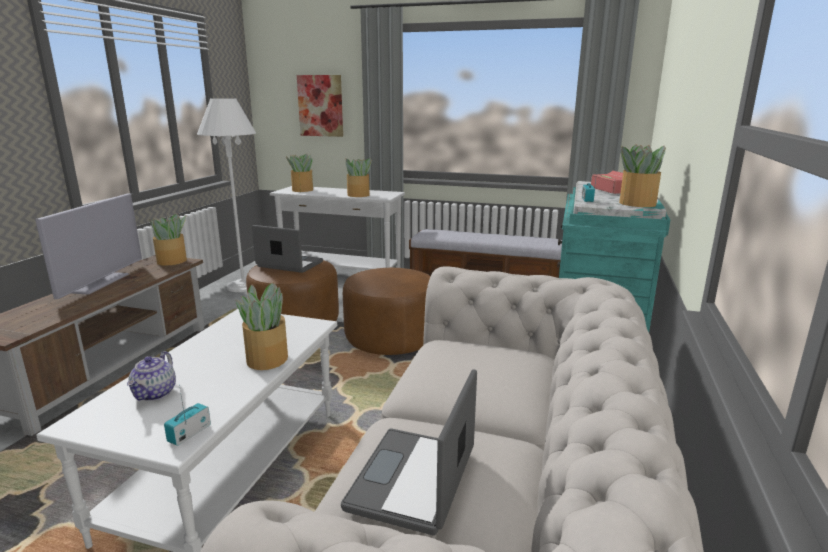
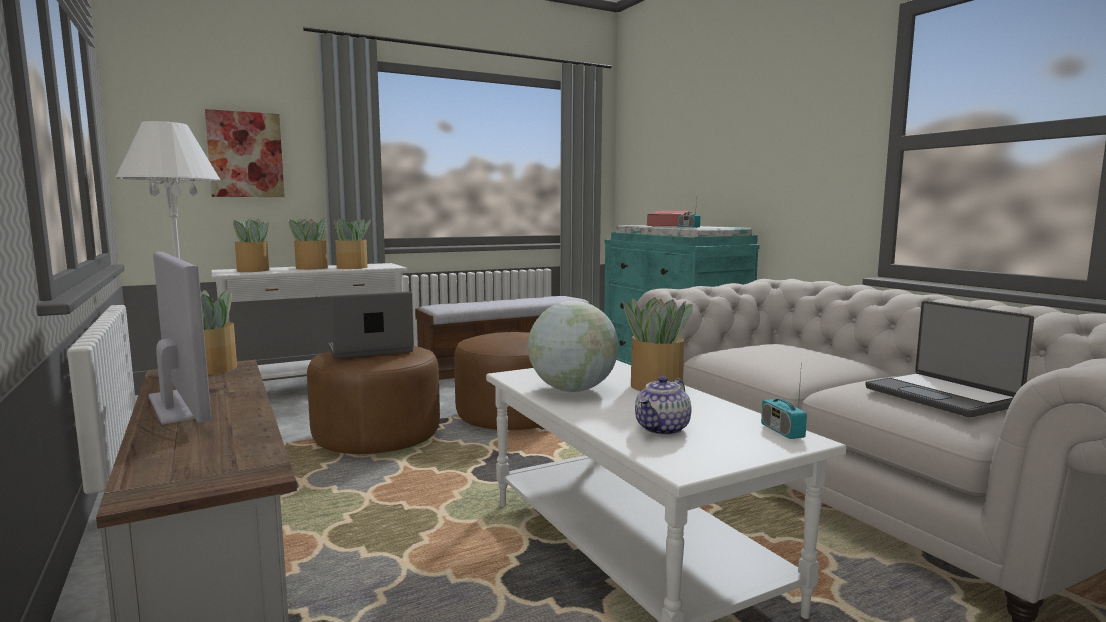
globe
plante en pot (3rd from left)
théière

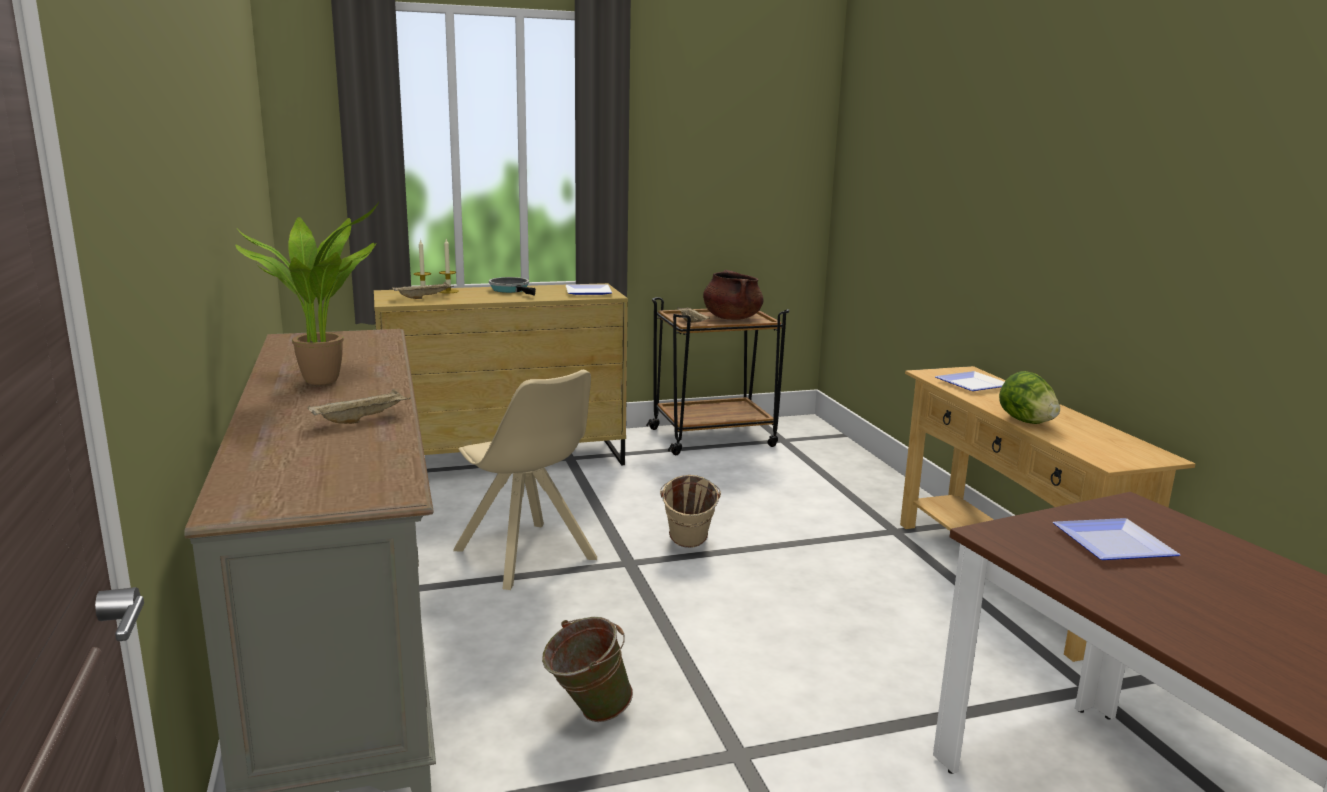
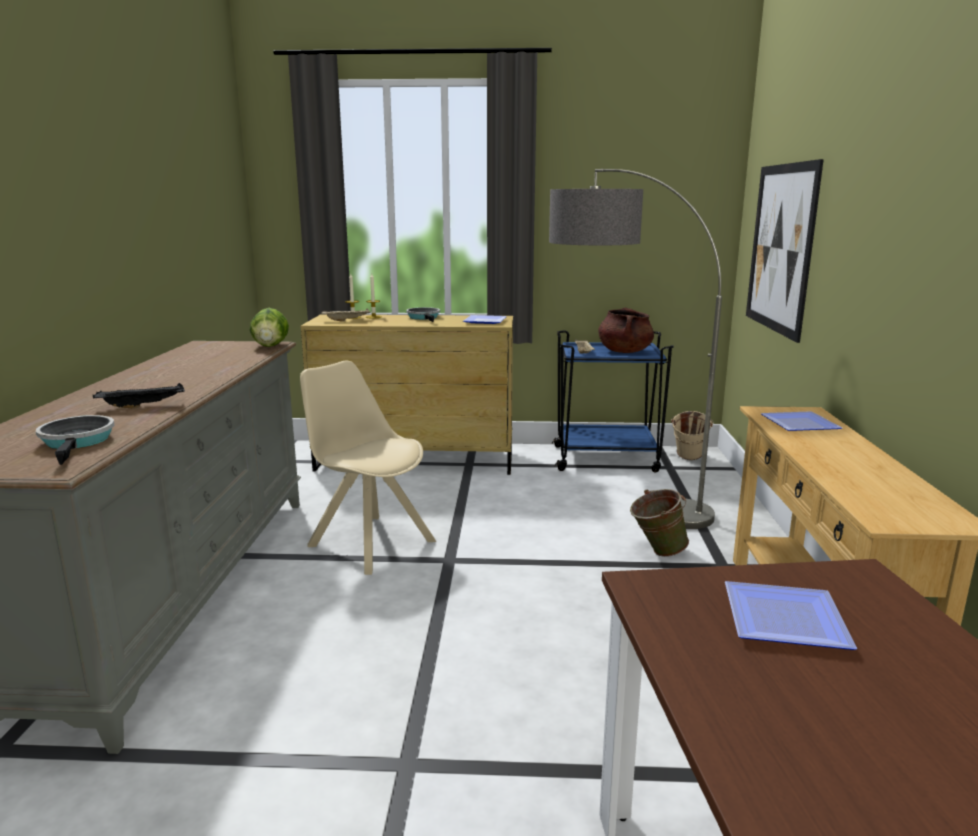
plante en pot
poêle (1st from left)
lampadaire
tableau
seau [vert]
seau [beige]
laitue
plateau [noir]
chariot [bleu]
chaise [beige]

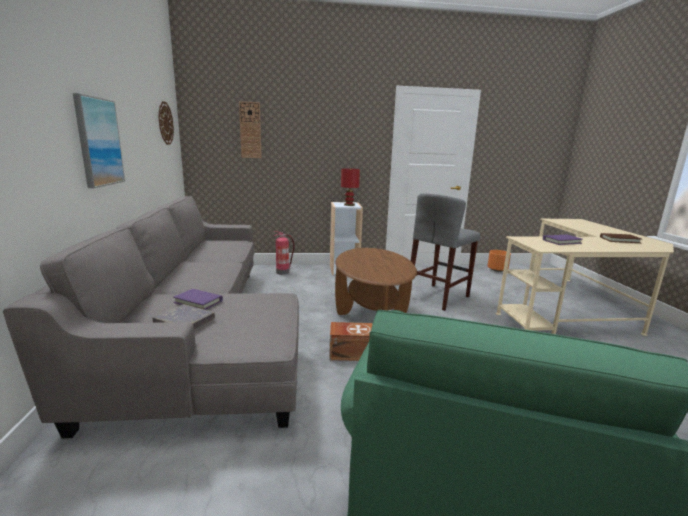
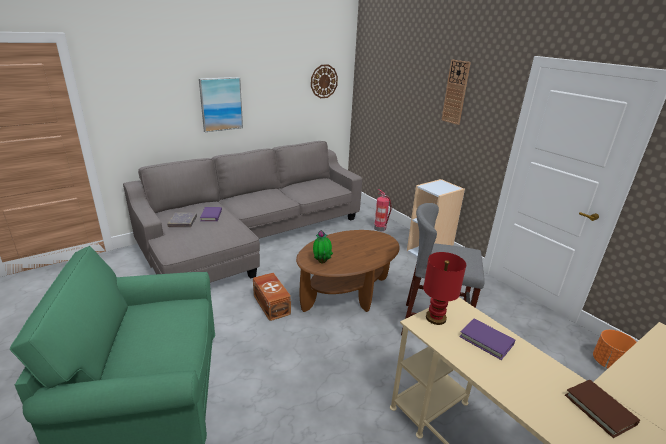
plante en pot
horloge murale (2nd from left)
lampe de table [rouge]

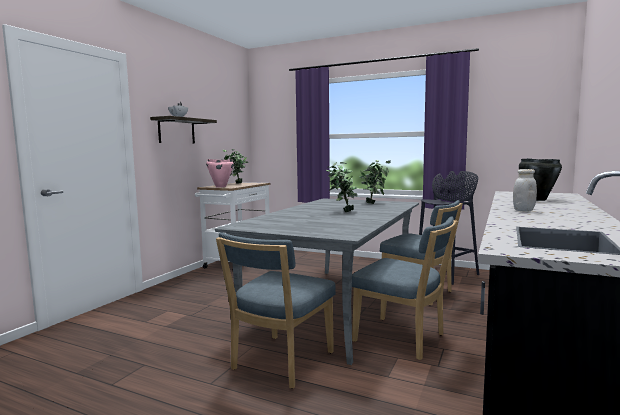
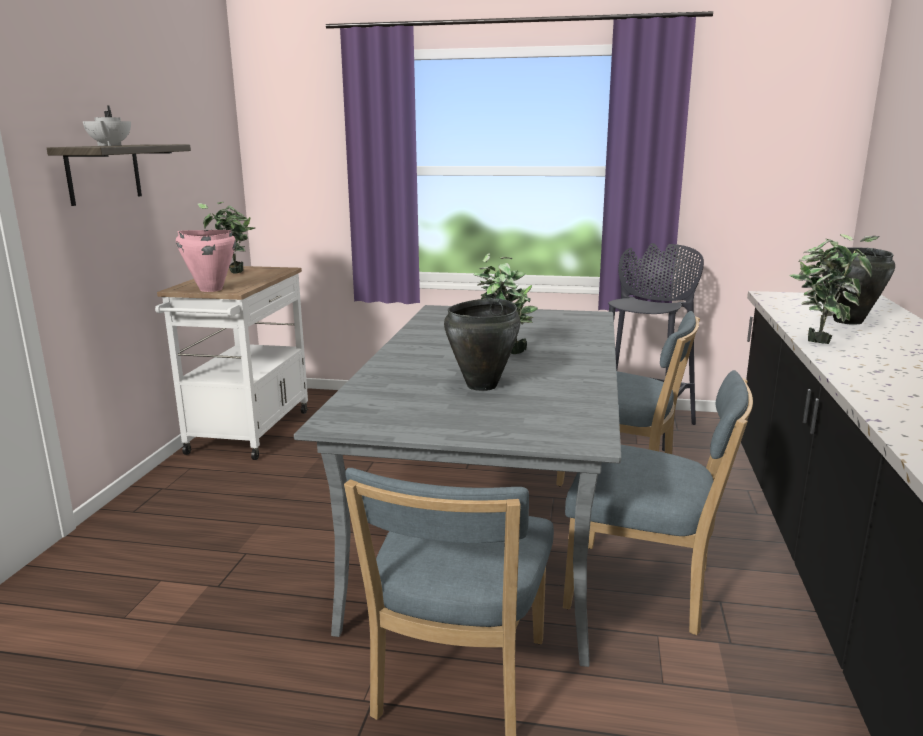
bocal [blanc]
marmite [noir] (1st from left)
plante en pot (3rd from left)

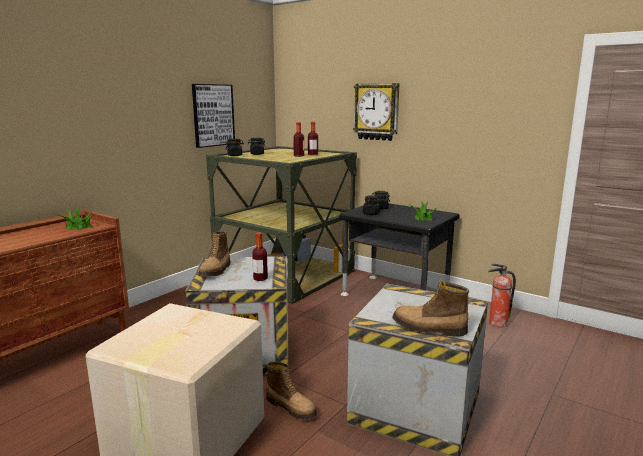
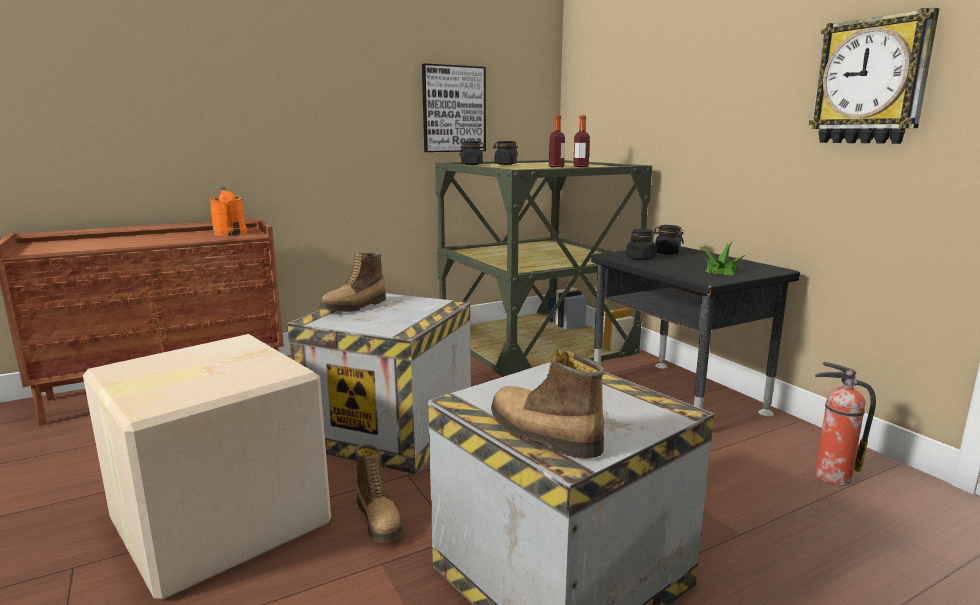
bouteille (1st from left in the first image)
horloge murale
arrosoir [orange]

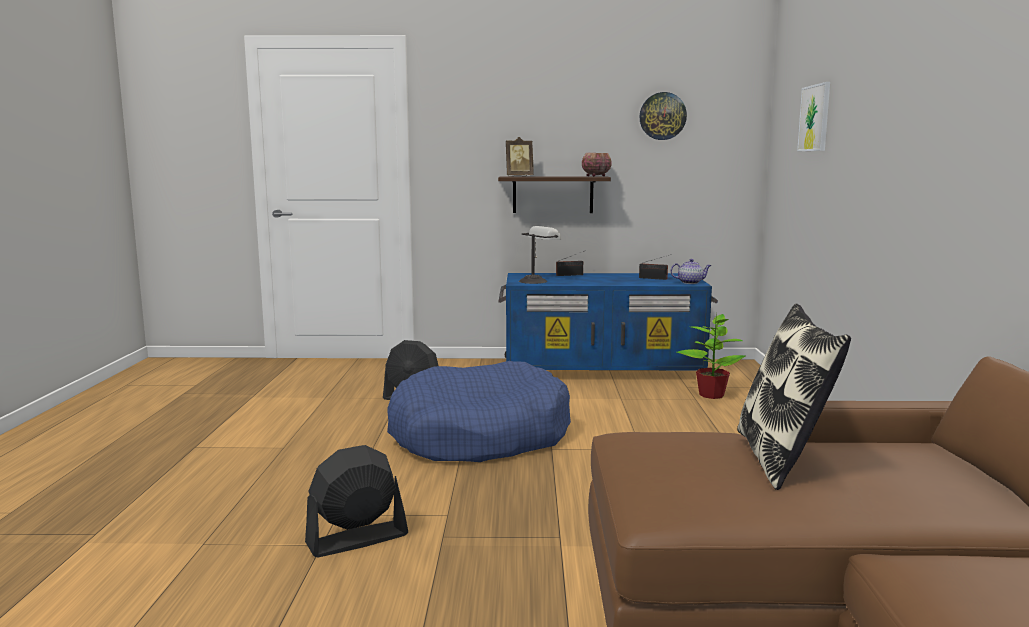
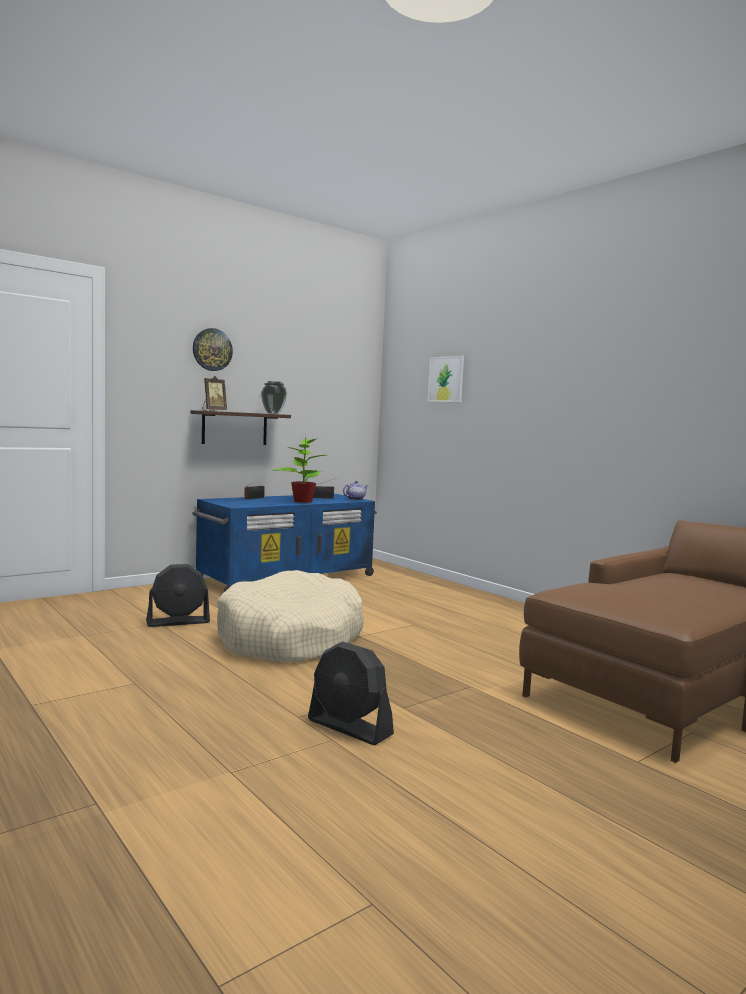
lampe de table
coussin
horloge murale
plante en pot
vase
panier pour chien [beige]
ventilateur [noir] (2nd from left)

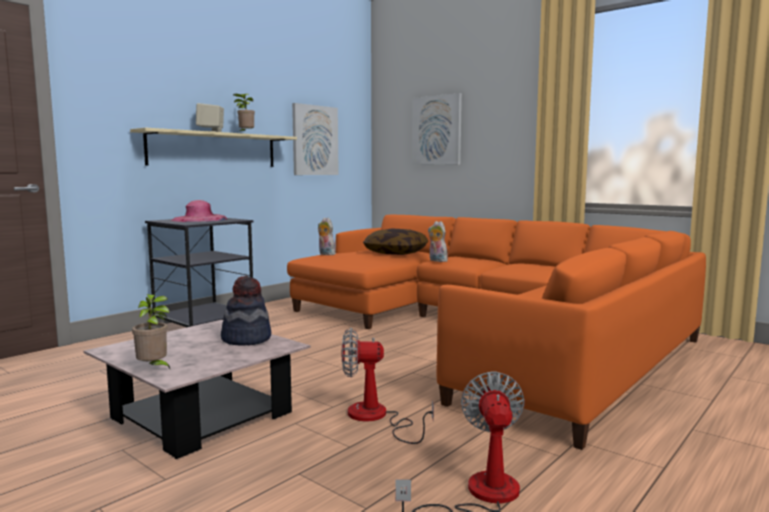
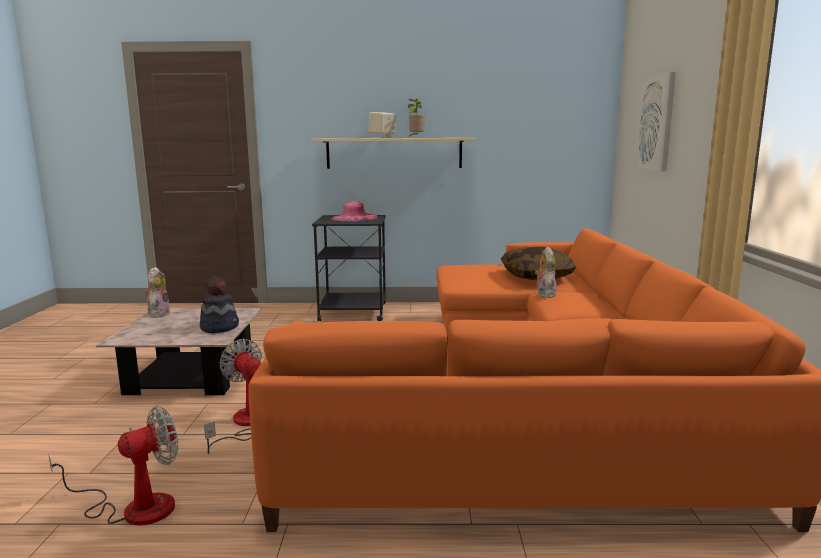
plante en pot (1st from left in the first image)
tableau (1st from left in the first image)
peluche (1st from left)

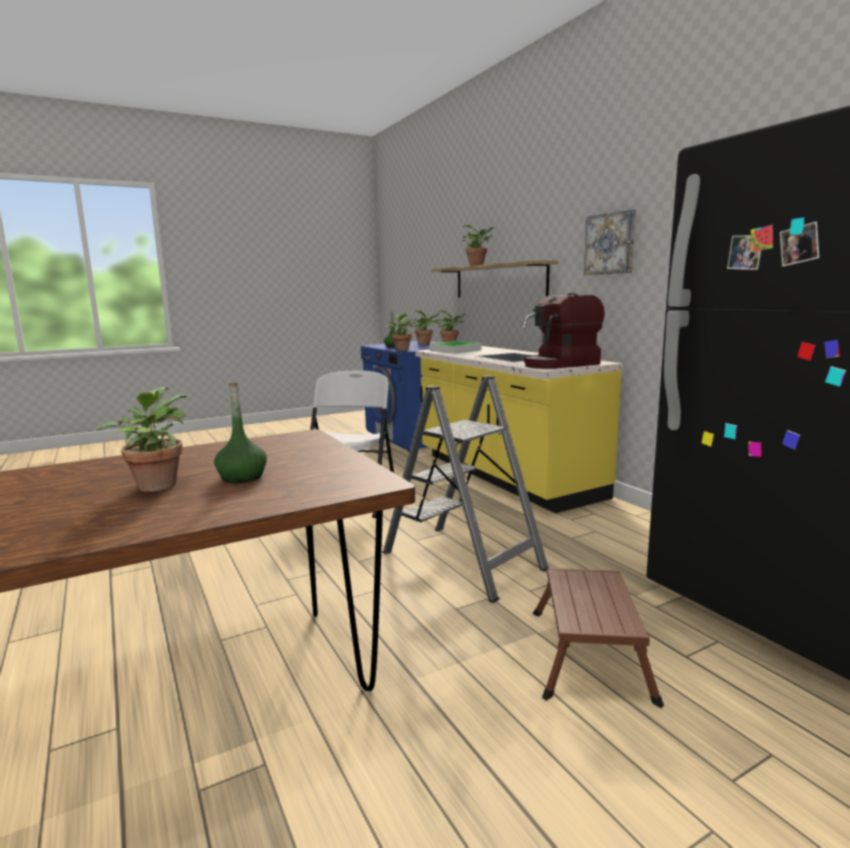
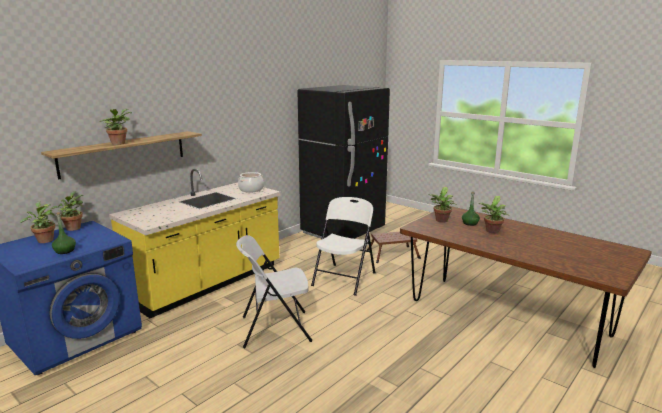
plateau
tableau
plante en pot (4th from left)
chaise [blanc] (2nd from left)
marmite

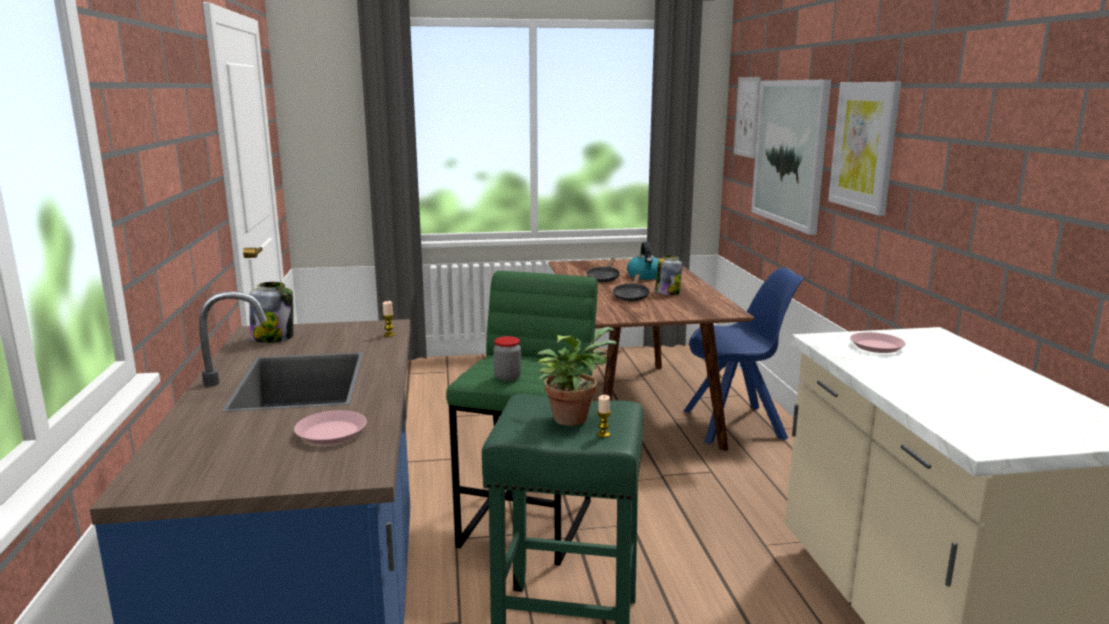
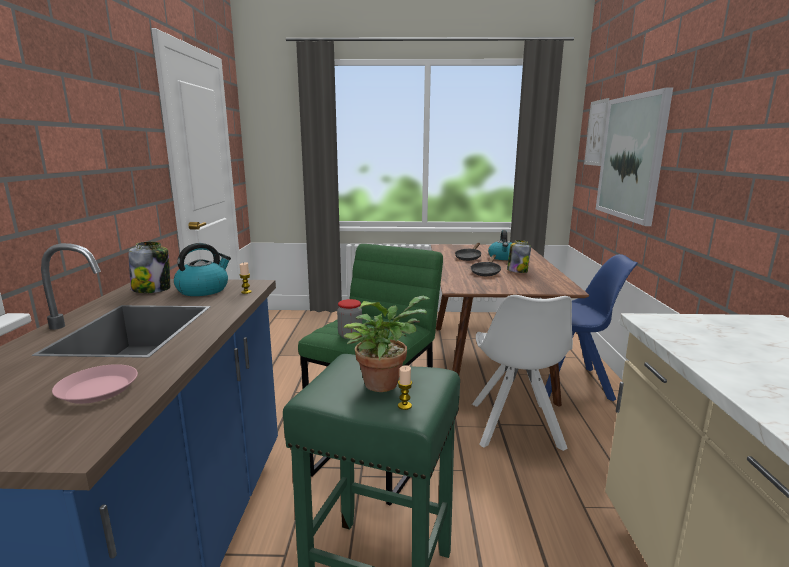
tableau (3rd from left in the first image)
assiette [rose] (2nd from left in the first image)
bouilloire (1st from left)
chaise [blanc]

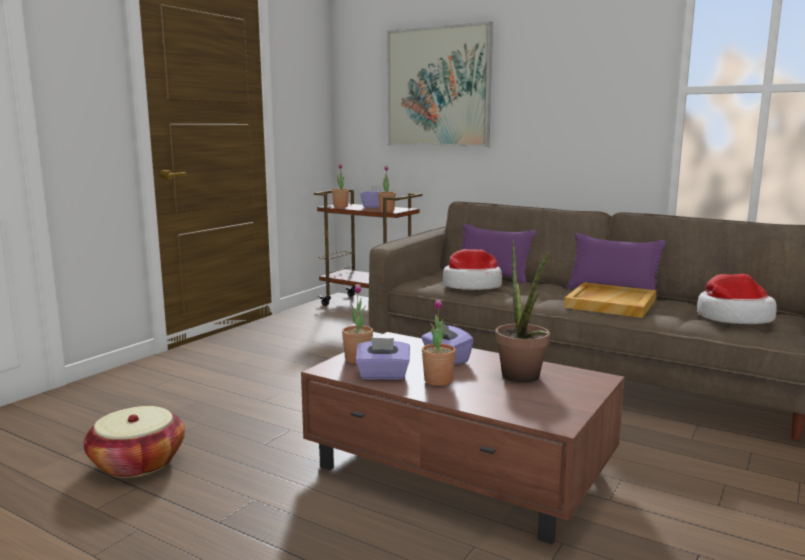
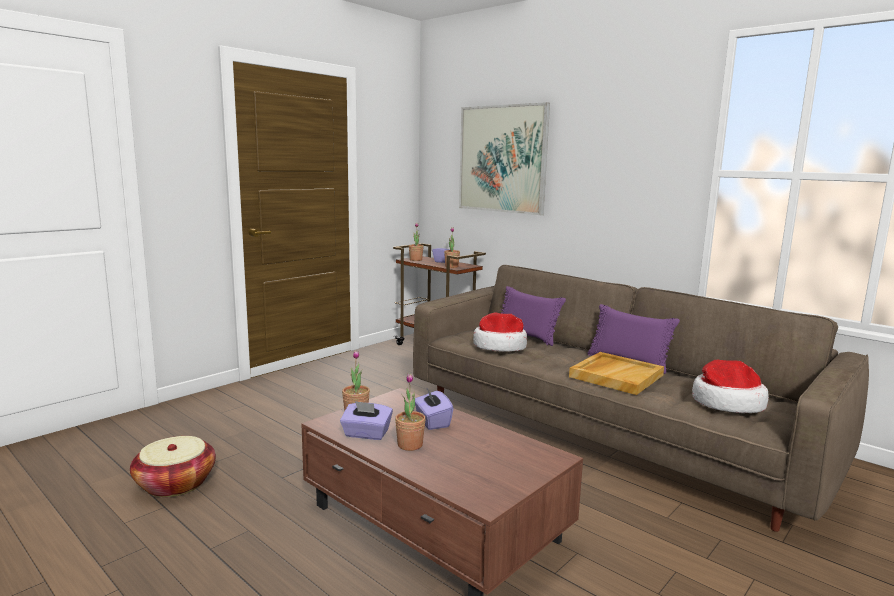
plante en pot (5th from left in the first image)

